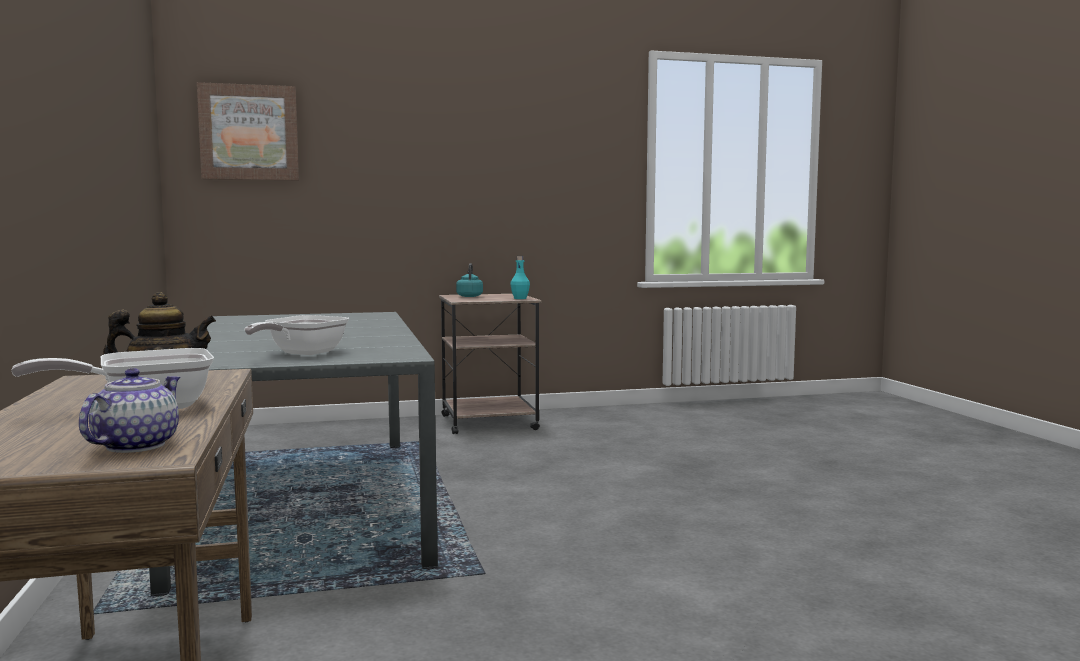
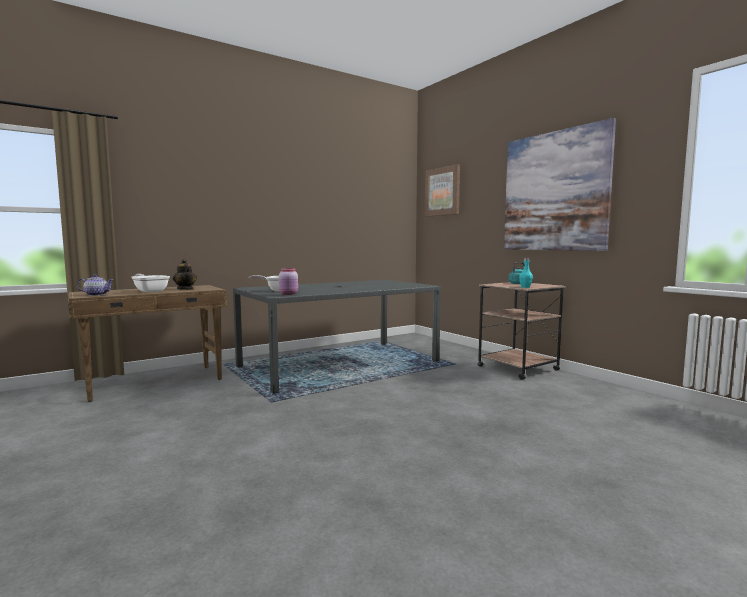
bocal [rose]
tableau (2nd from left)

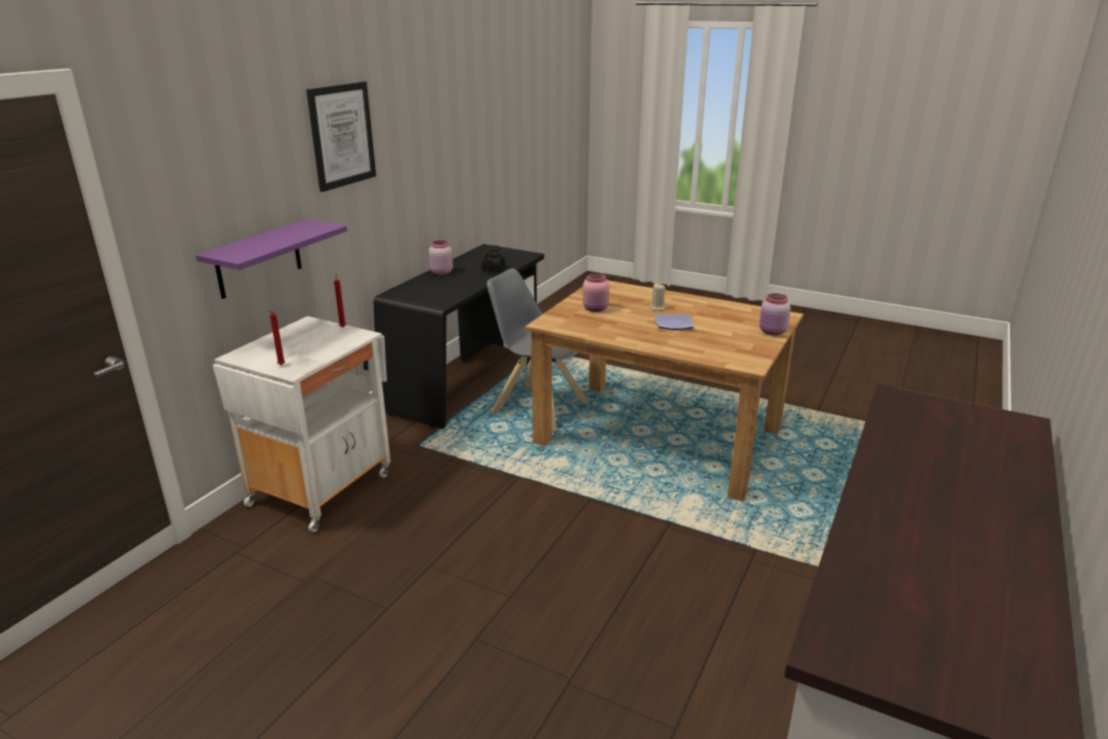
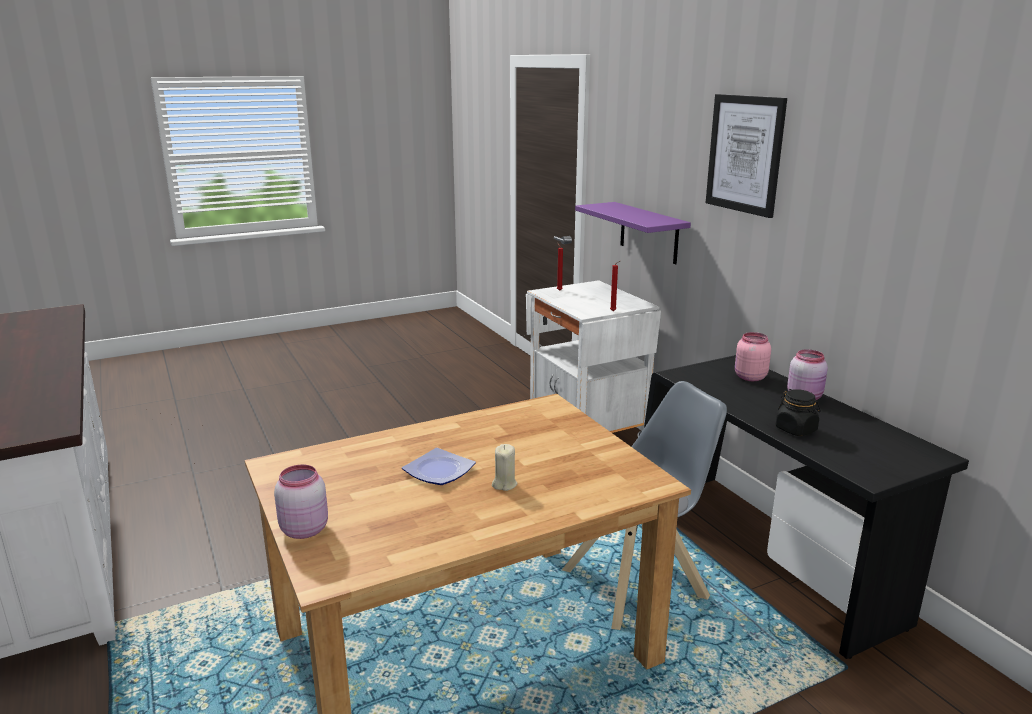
bocal [rose] (2nd from left)

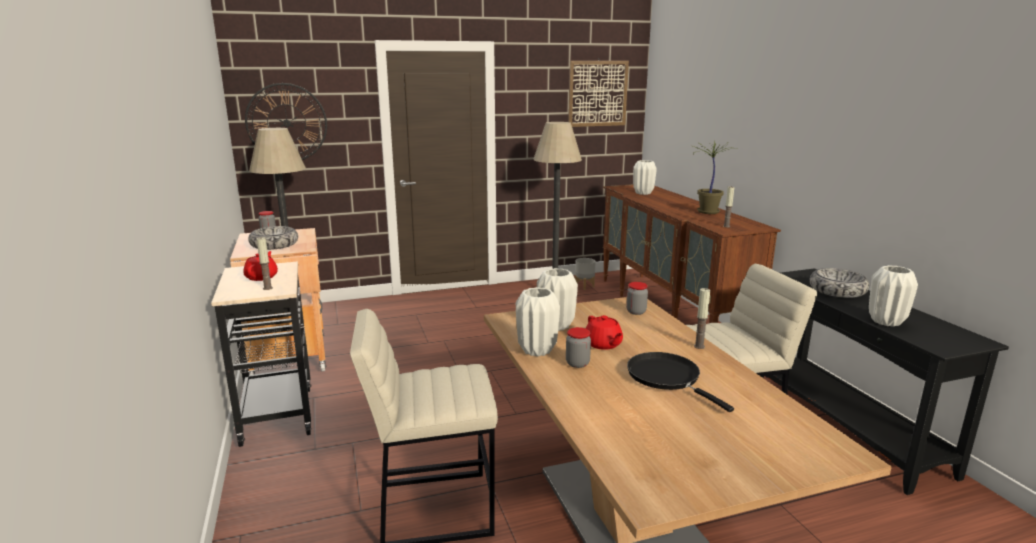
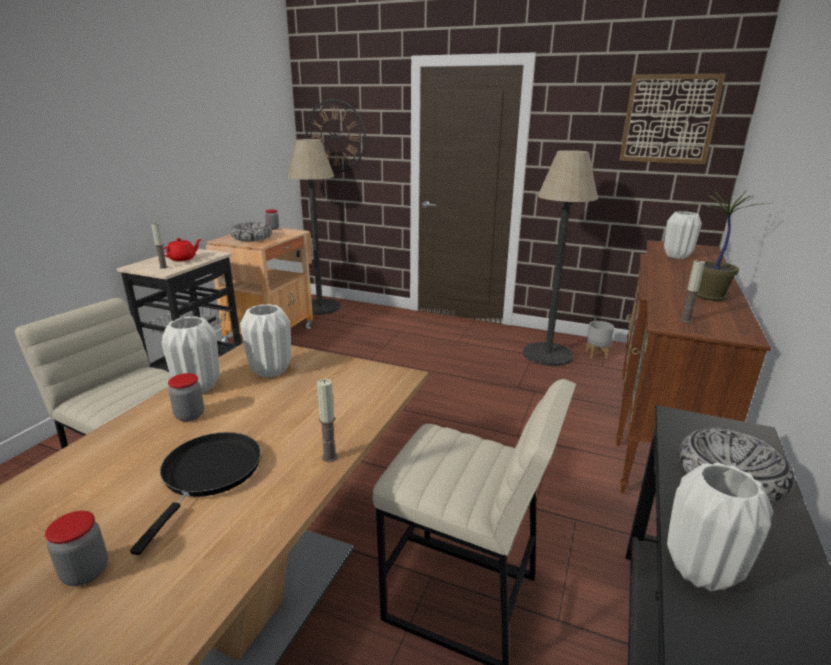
théière [rouge] (2nd from left in the first image)
bocal (1st from left)

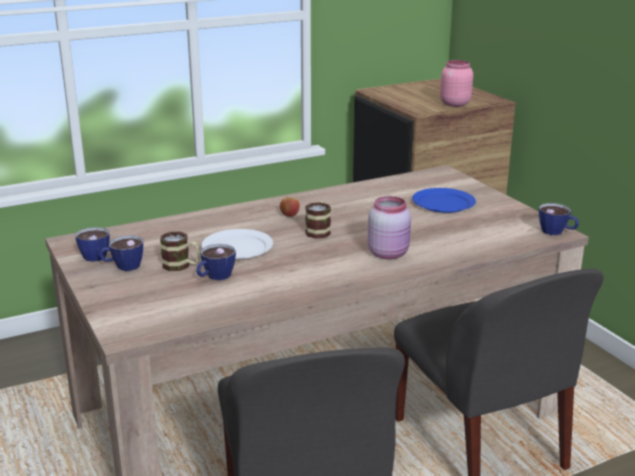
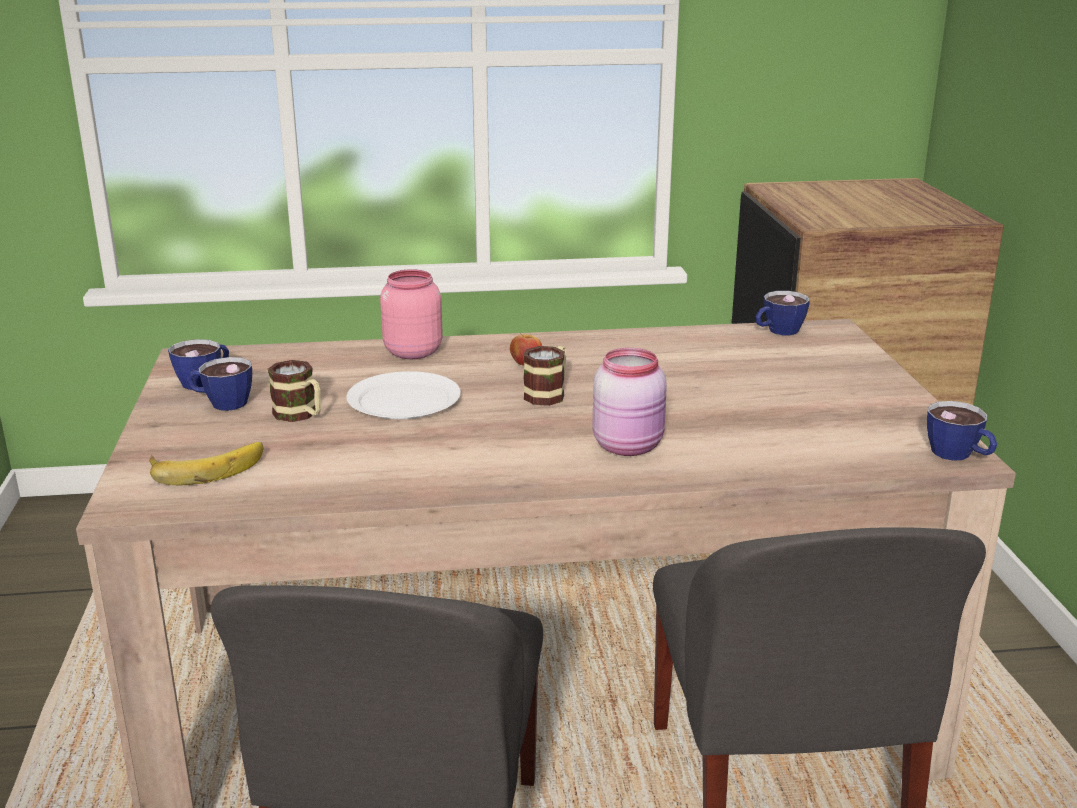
assiette [bleu]
banane
tasse (3rd from left)
bocal [rose] (1st from left)

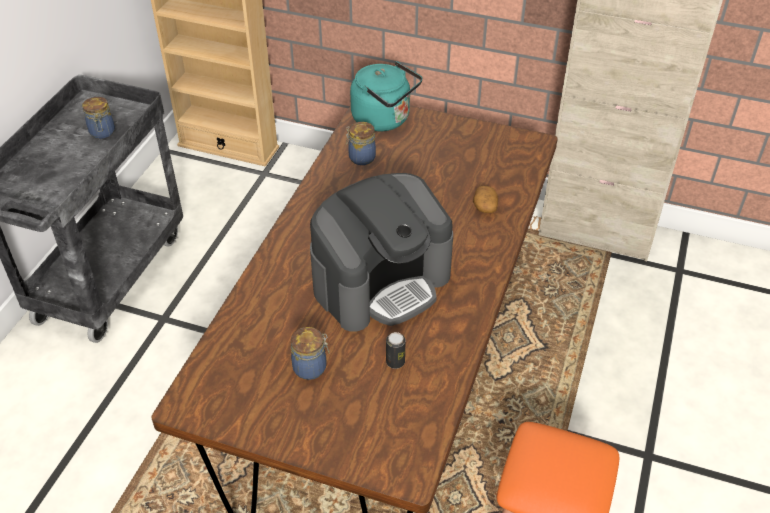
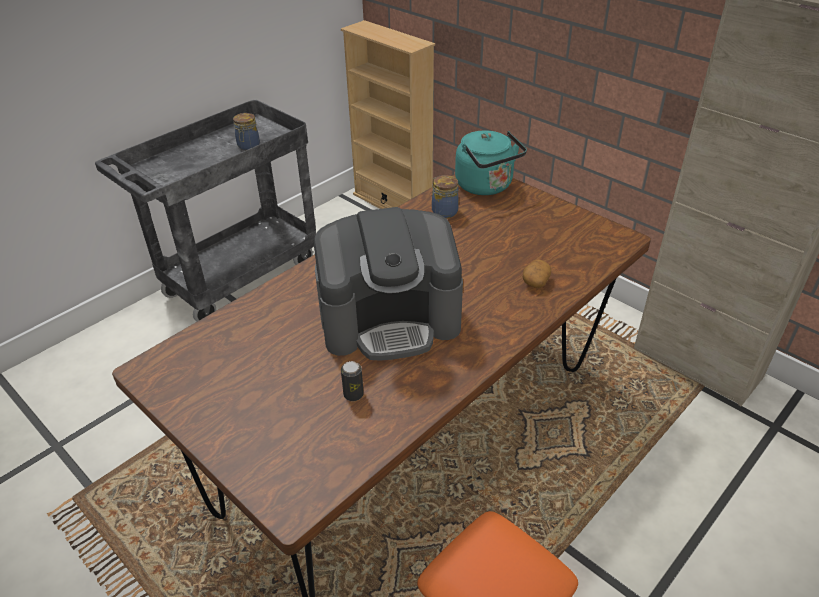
bocal (2nd from left in the first image)

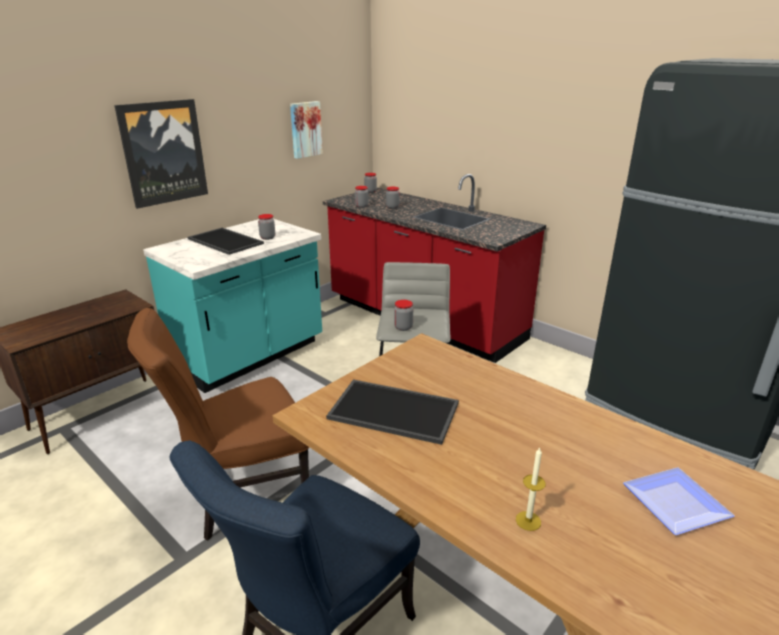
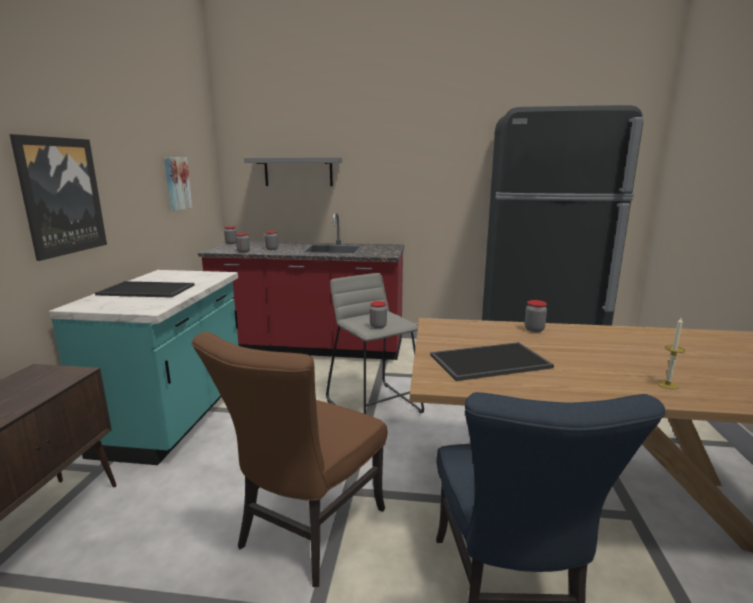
assiette
étagère [gris]
bocal (5th from left)

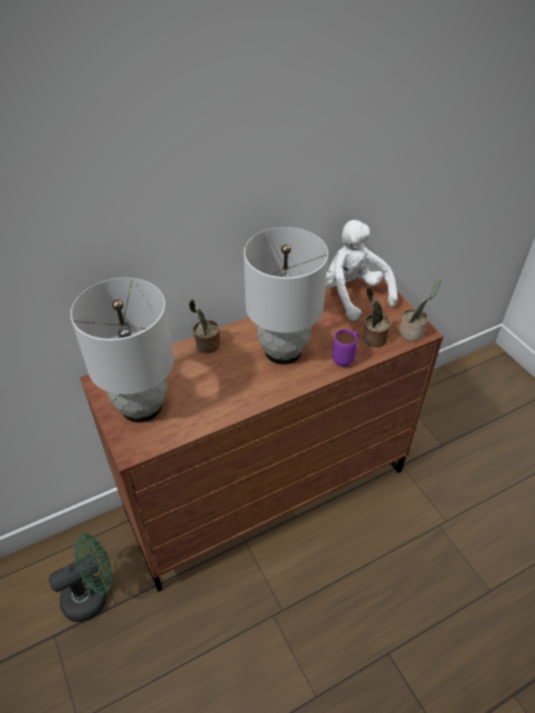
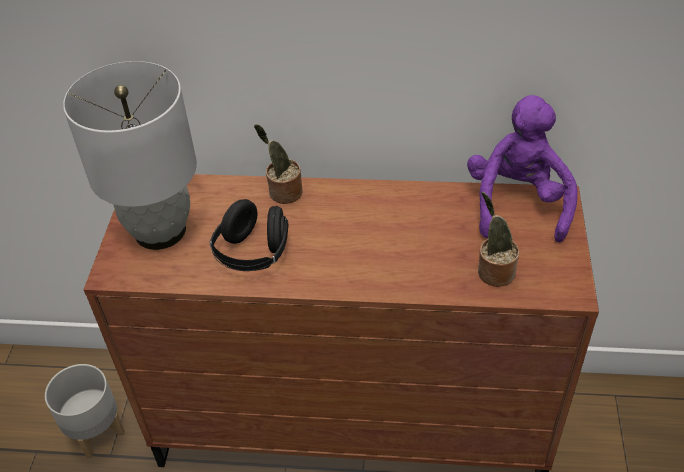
lampe de table [blanc] (2nd from left in the first image)
mug [violet]
plante en pot (3rd from left in the first image)
casque audio [noir]
cache-pot [gris]
peluche [violet]

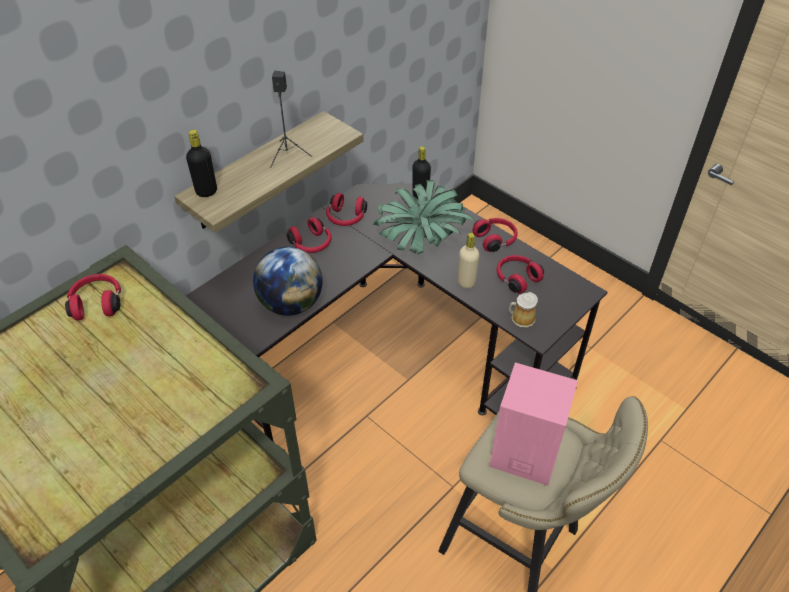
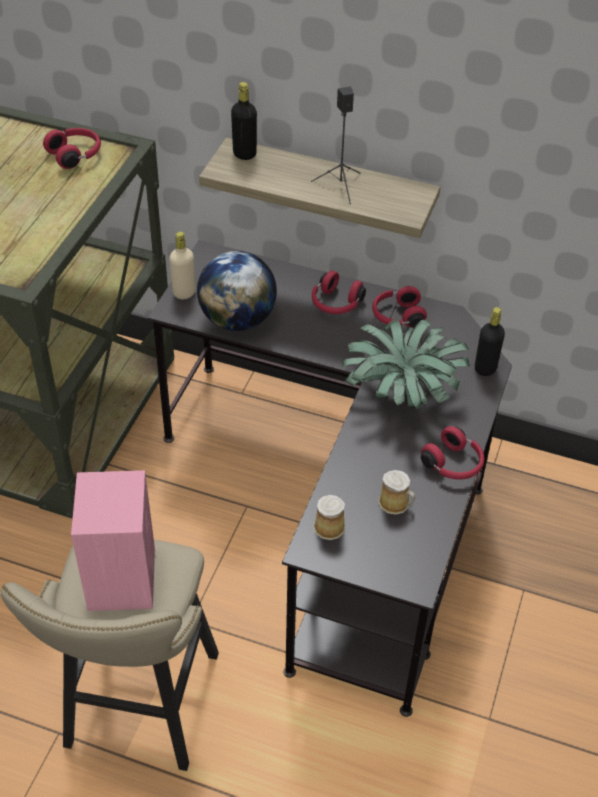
bouteille [beige]
mug (2nd from left)

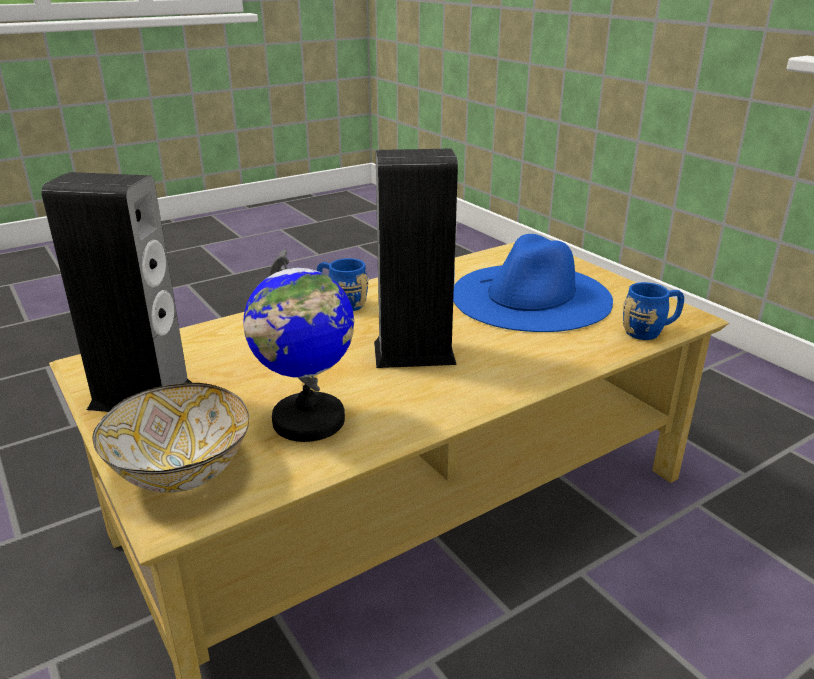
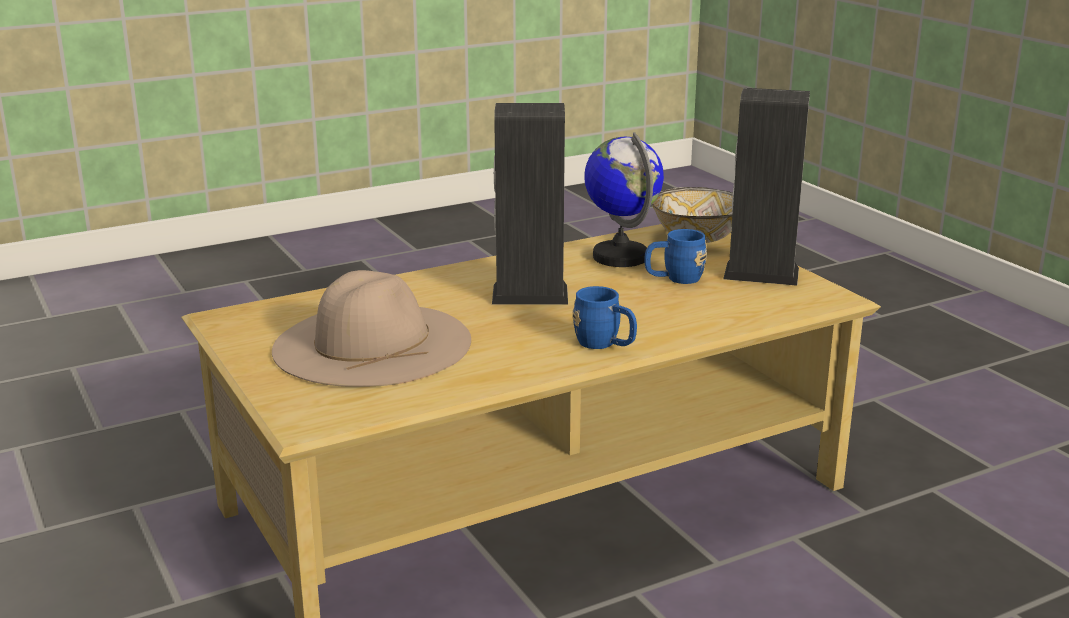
mug [bleu] (2nd from left)
chapeau [beige]

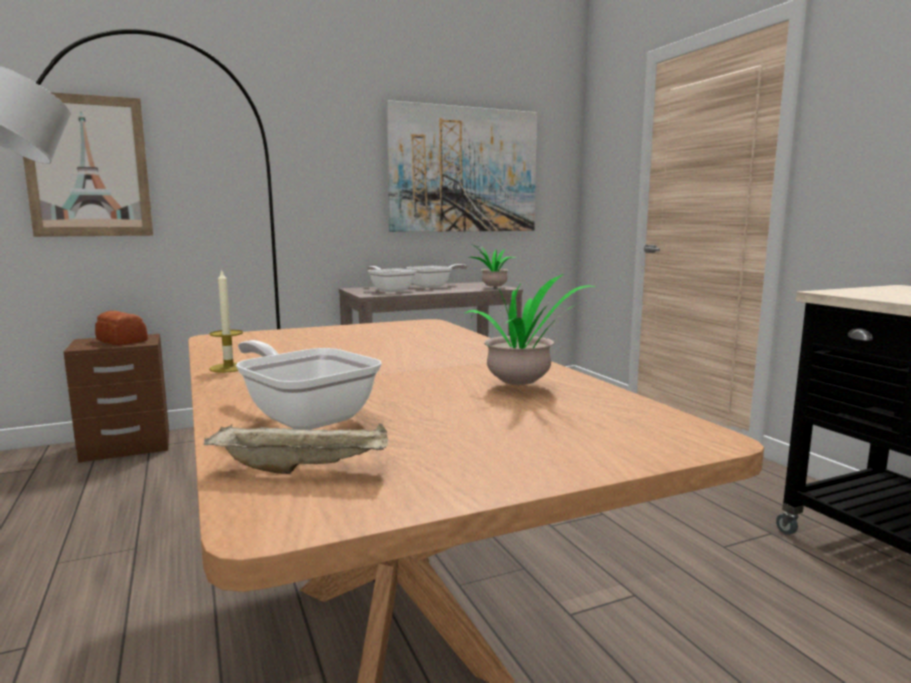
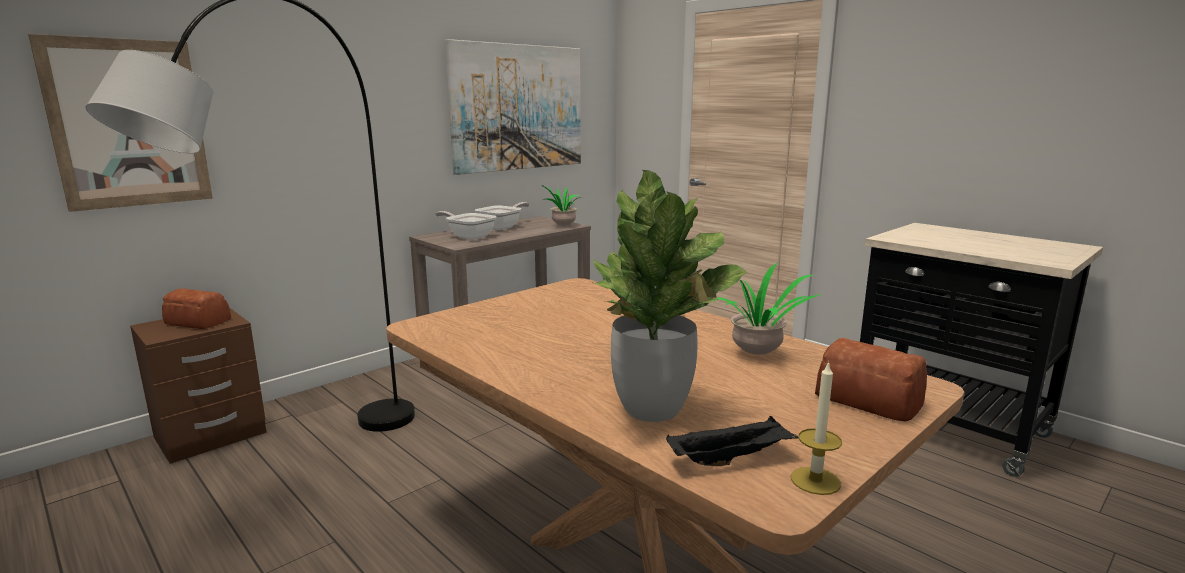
pain (2nd from left)
bougie
plante en pot (2nd from left)
plateau [noir]

